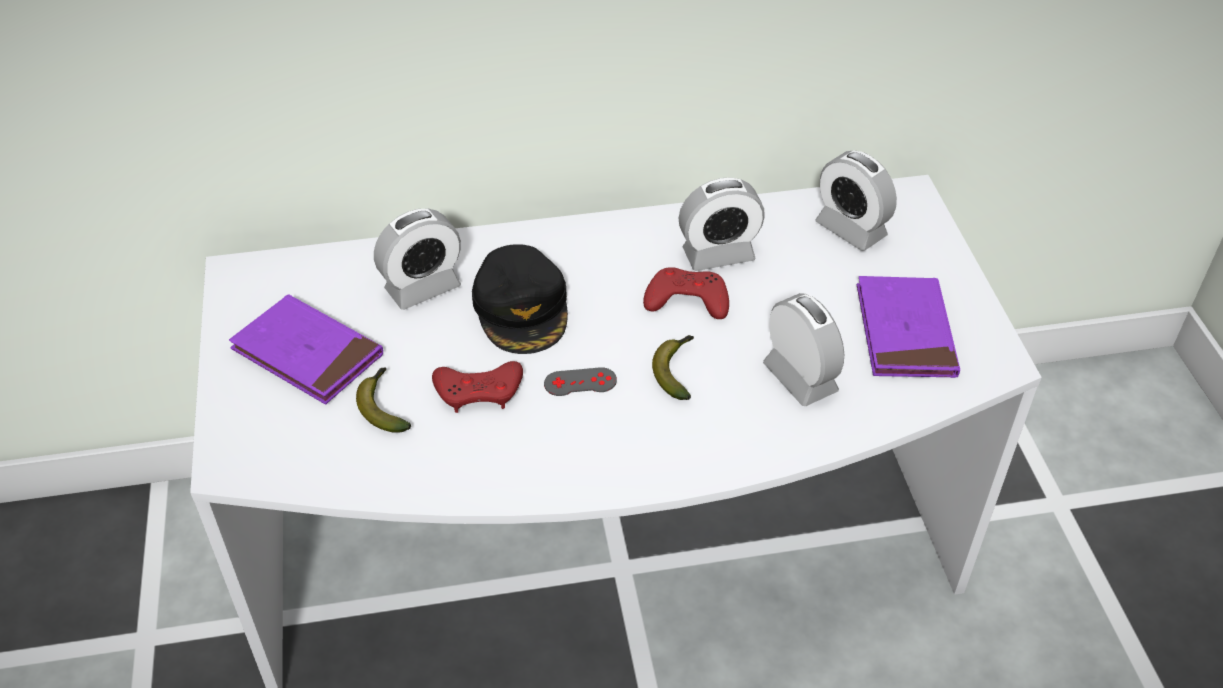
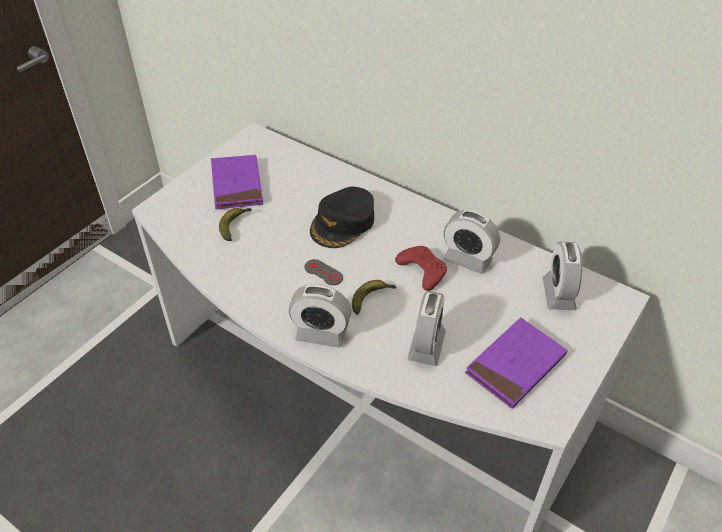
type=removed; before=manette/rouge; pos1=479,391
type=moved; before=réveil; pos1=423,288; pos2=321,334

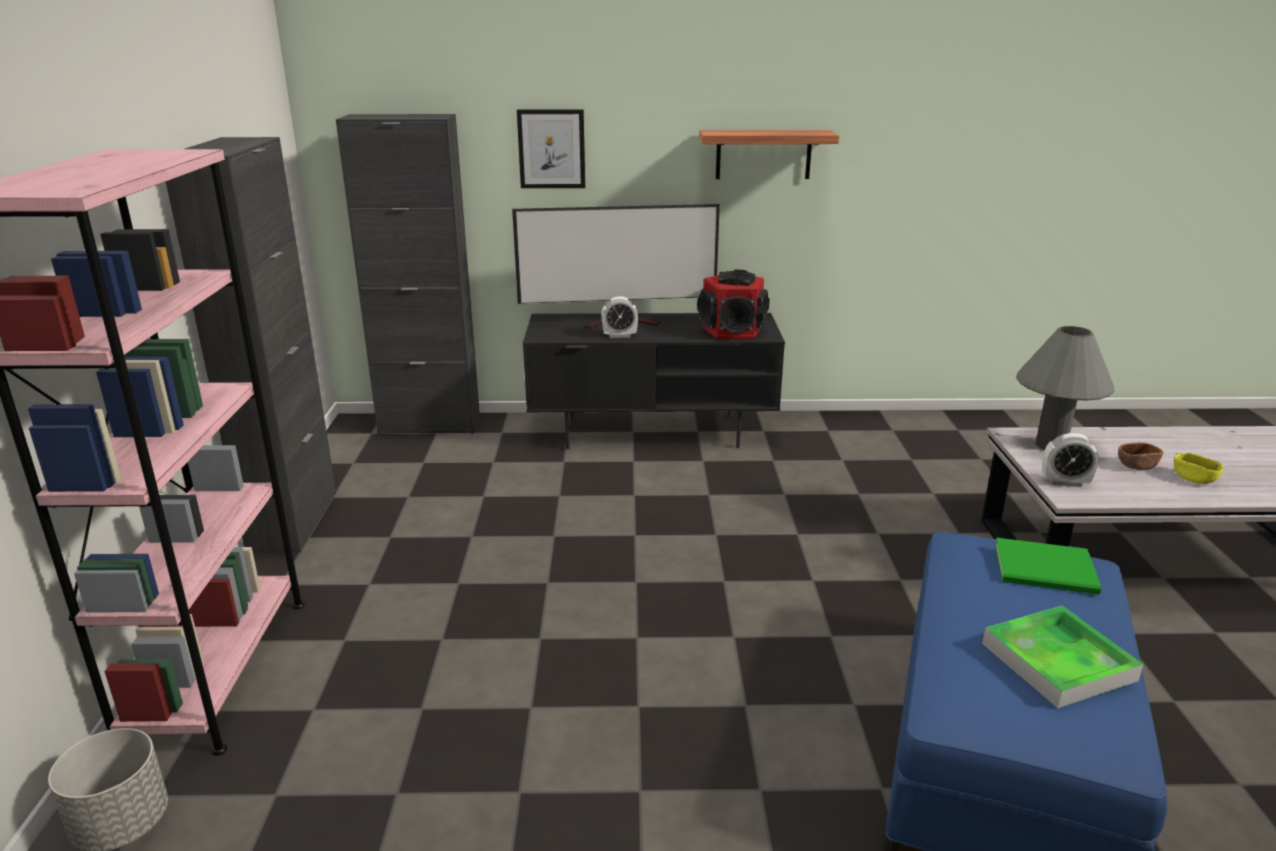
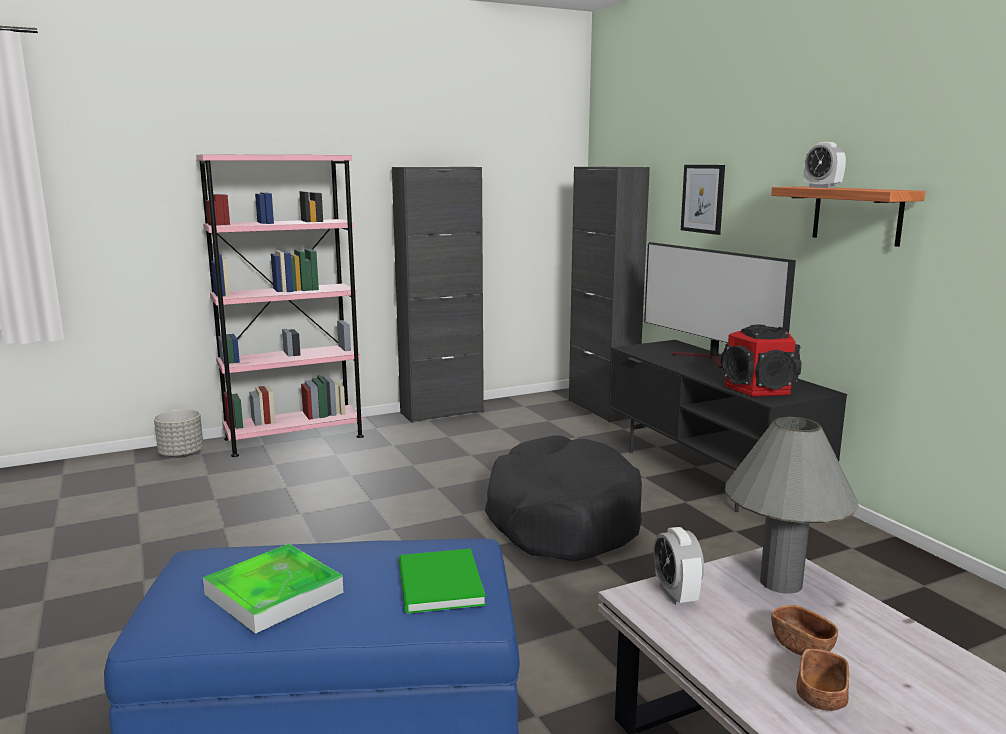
type=added; after=panier pour chien/noir; pos2=562,519
type=moved; before=réveil; pos1=619,336; pos2=822,187
type=recoloured; before=bol/jaune; after=bol/marron; pos1=1194,478; pos2=821,696

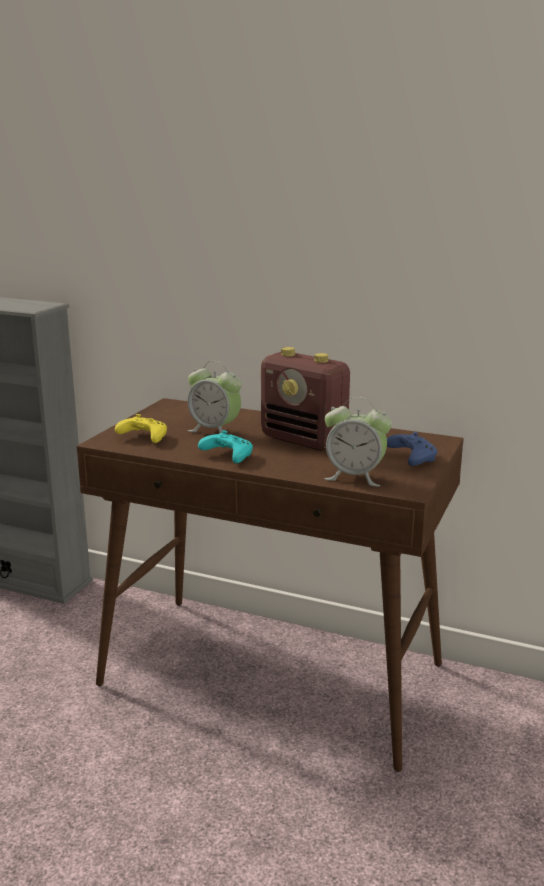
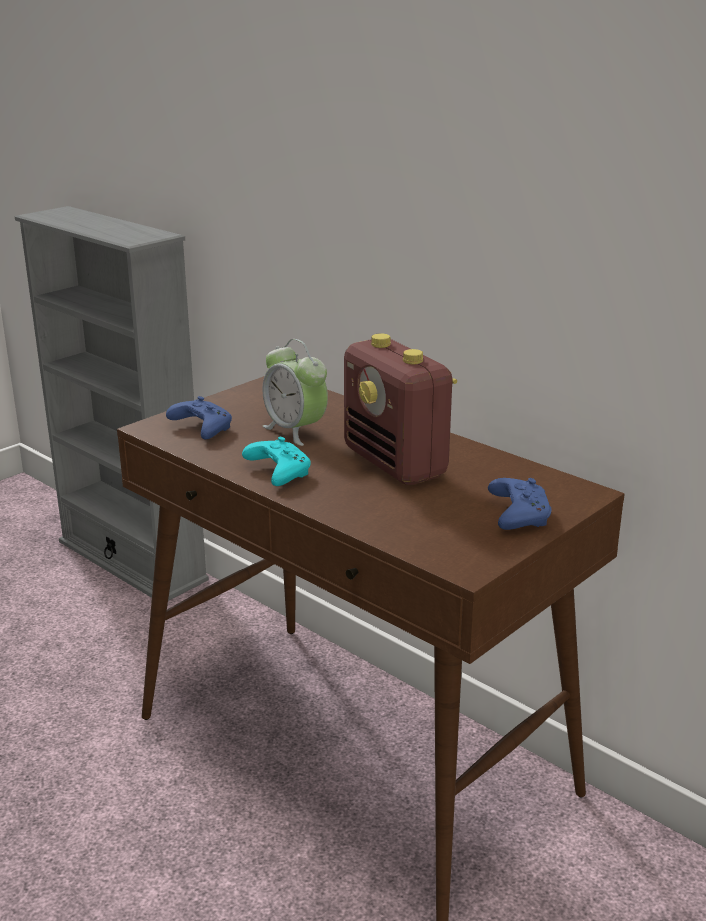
type=removed; before=réveil; pos1=355,477
type=recoloured; before=manette/jaune; after=manette/bleu; pos1=143,437; pos2=201,428

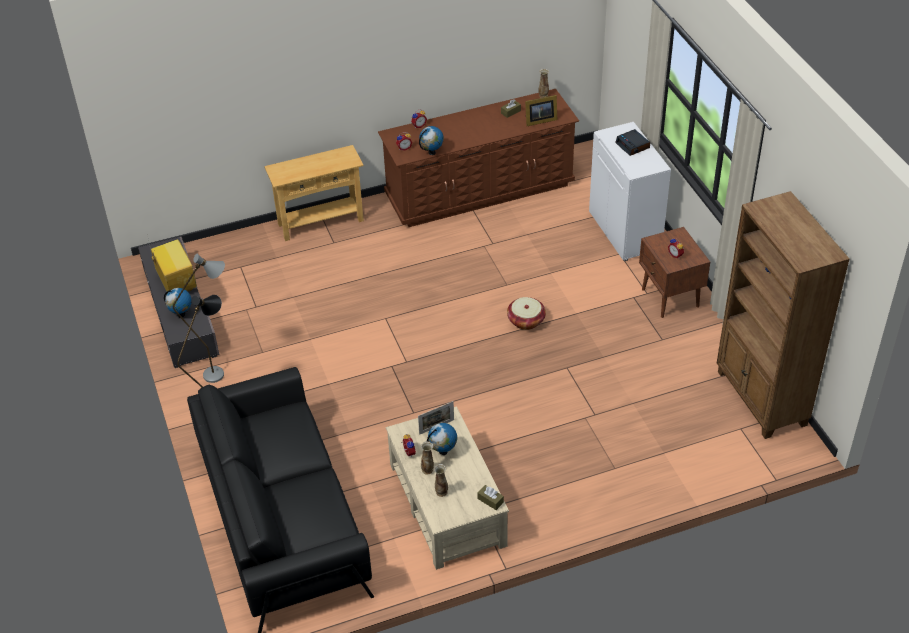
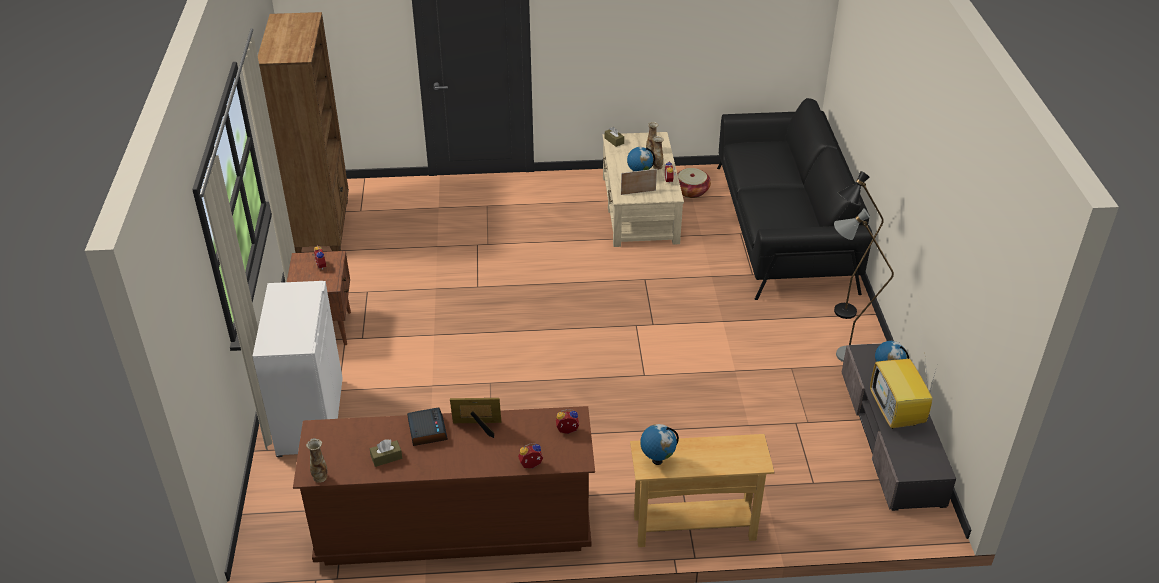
type=moved; before=globe; pos1=432,152; pos2=657,460
type=moved; before=panier; pos1=526,320; pos2=691,191
type=moved; before=cadre photo; pos1=539,120; pos2=478,427
type=moved; before=réveil; pos1=633,146; pos2=427,430

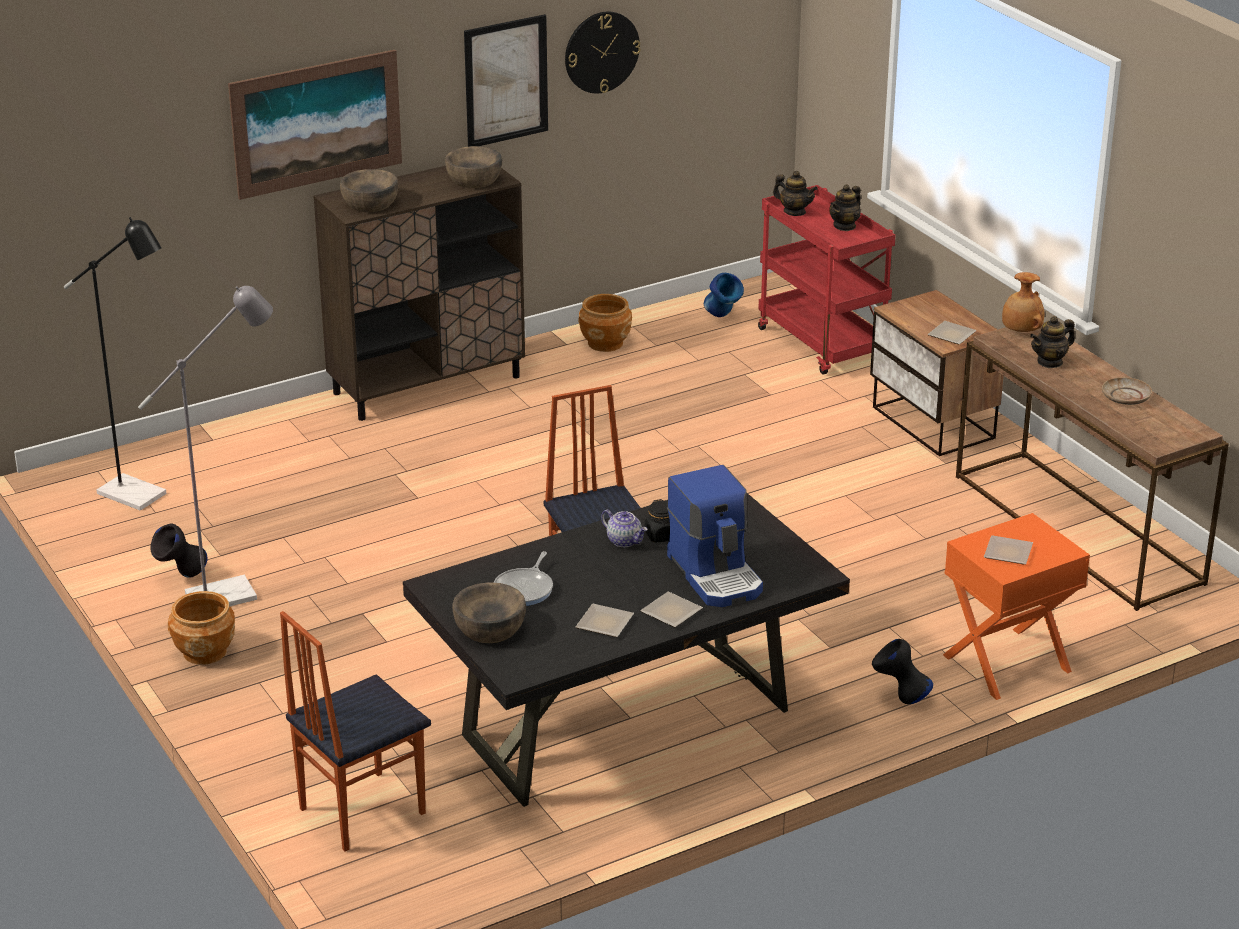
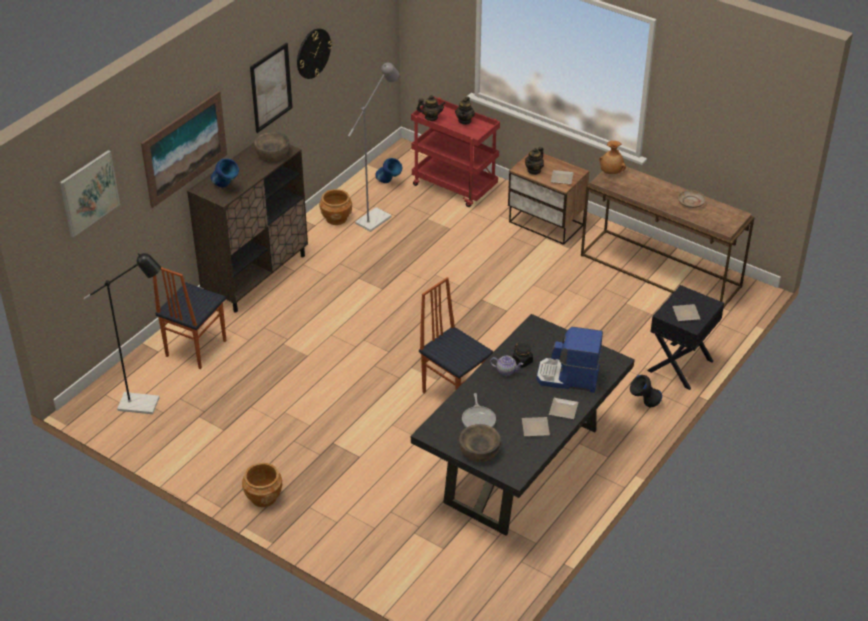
type=removed; before=vase/noir; pos1=181,577
type=added; after=tableau; pos2=89,193
type=moved; before=lampadaire/gris; pos1=233,593; pos2=377,217
type=moved; before=chaise; pos1=360,810; pos2=195,348
type=moved; before=théière; pos1=1050,362; pos2=534,170
type=replaced; before=bol/marron; after=vase/bleu; pos1=370,203; pos2=226,187
type=recoloured; before=table de chevet/orange; after=table de chevet/noir; pos1=1007,664; pos2=681,366
type=turned; before=machine à café; pos1=716,574; pos2=568,378; turn=150

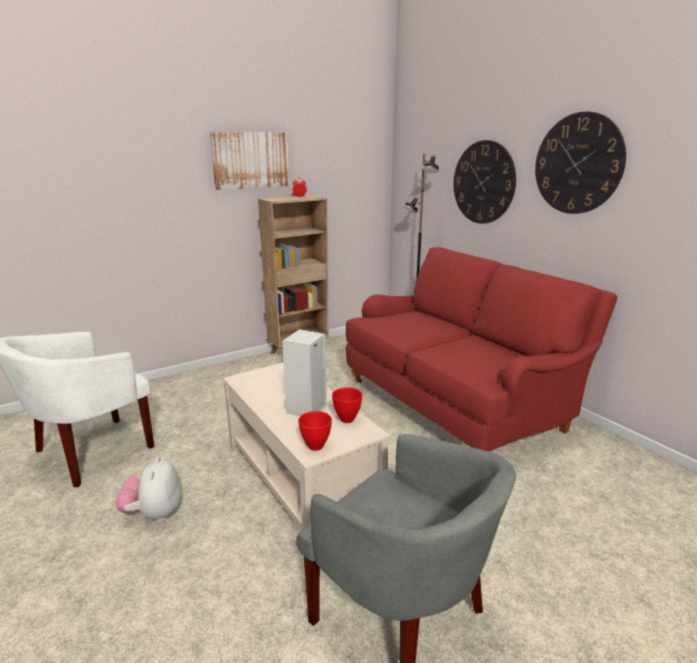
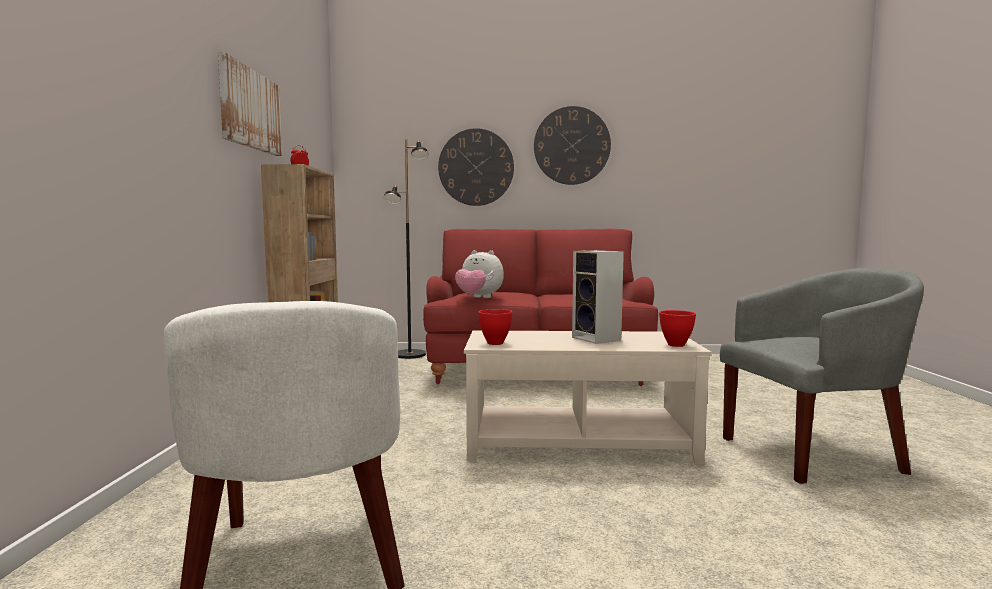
type=moved; before=peluche; pos1=154,513; pos2=479,298
type=moved; before=bol/rouge; pos1=347,419; pos2=494,343

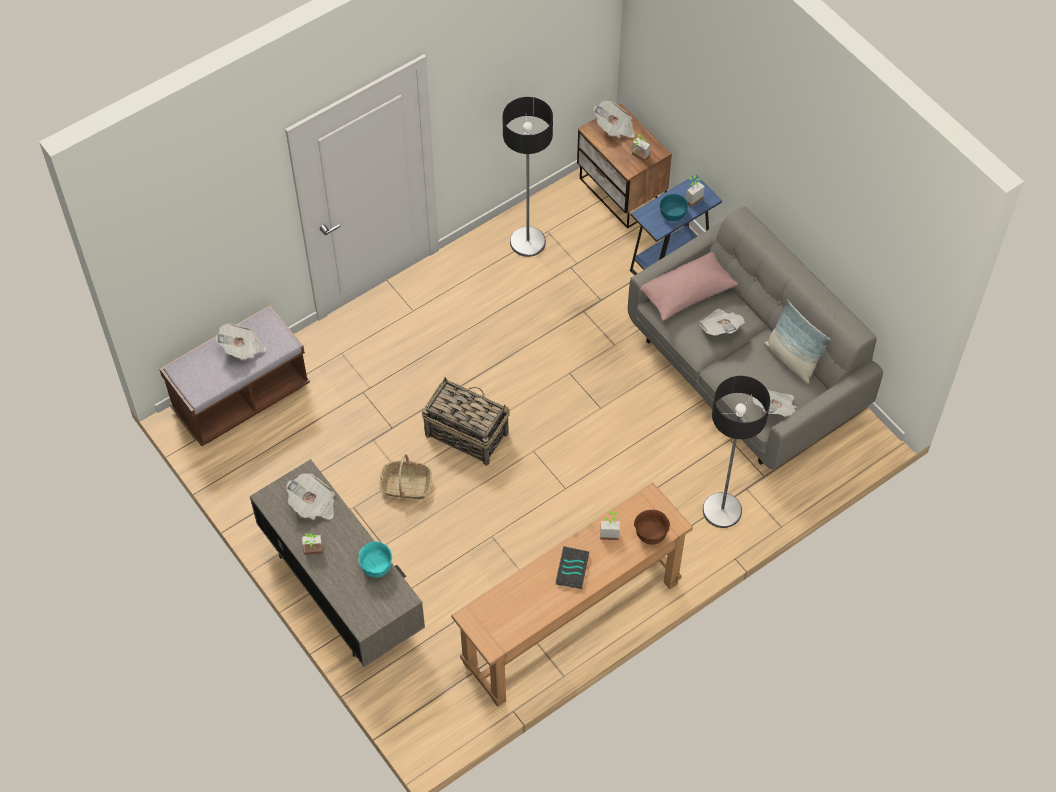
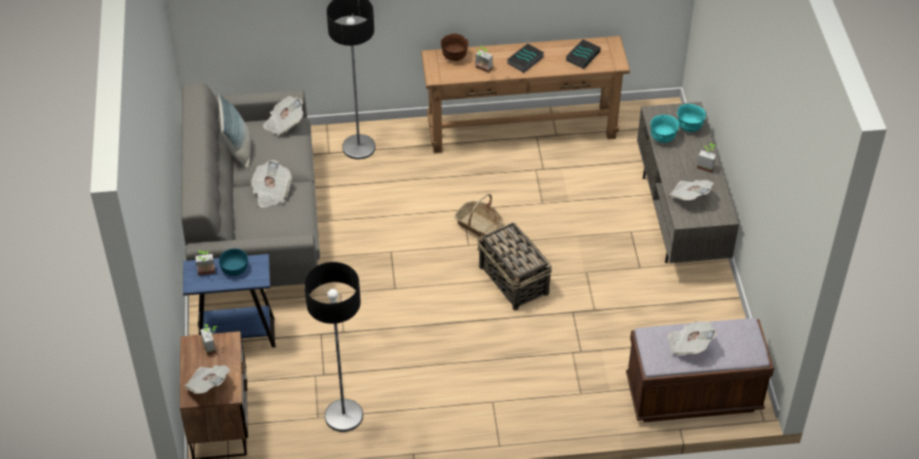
type=removed; before=coussin/rose; pos1=687,293
type=added; after=livre; pos2=582,55
type=added; after=bol/turquoise; pos2=689,127
type=moved; before=panier; pos1=406,485; pos2=478,225

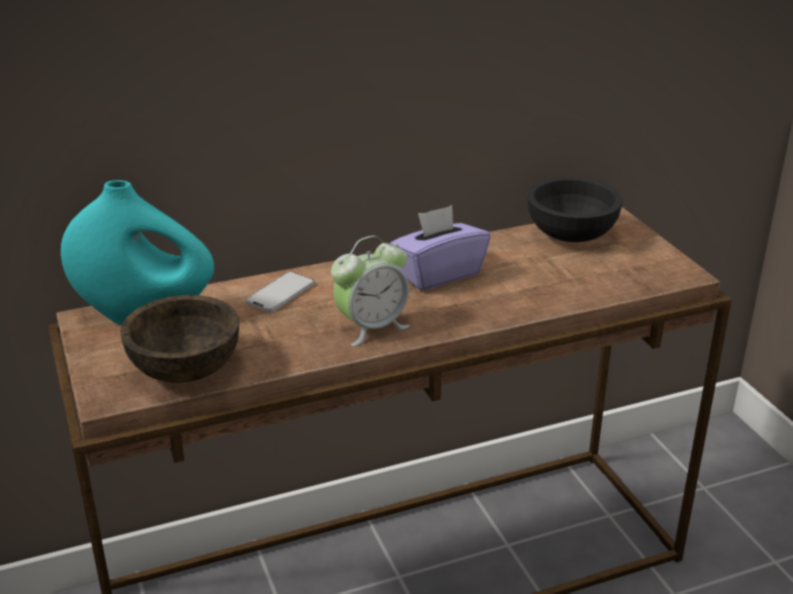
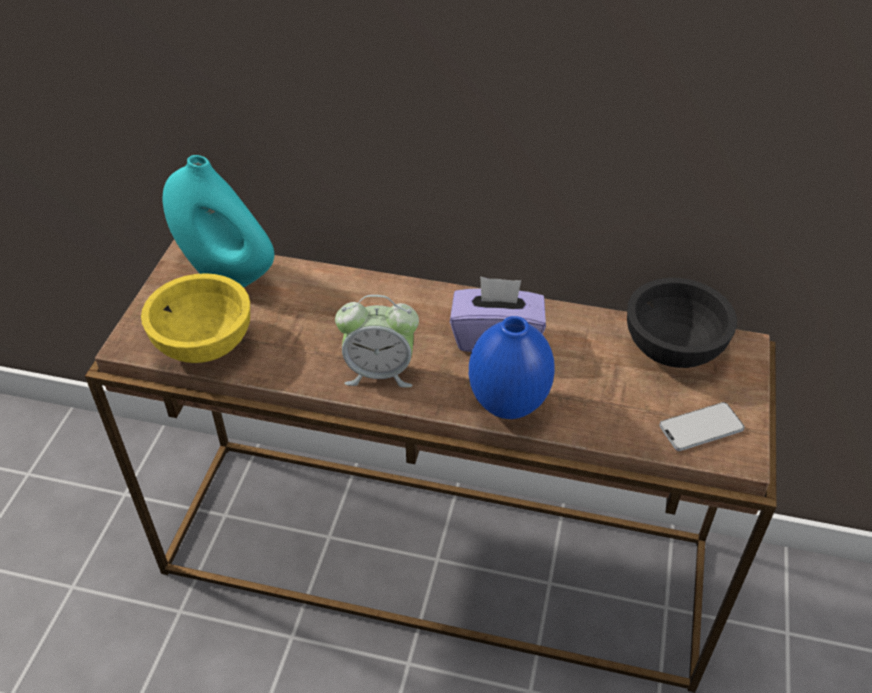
type=added; after=vase/bleu; pos2=509,404
type=moved; before=téléphone; pos1=280,293; pos2=701,428
type=recoloured; before=bol/marron; after=bol/jaune; pos1=185,368; pos2=204,342

